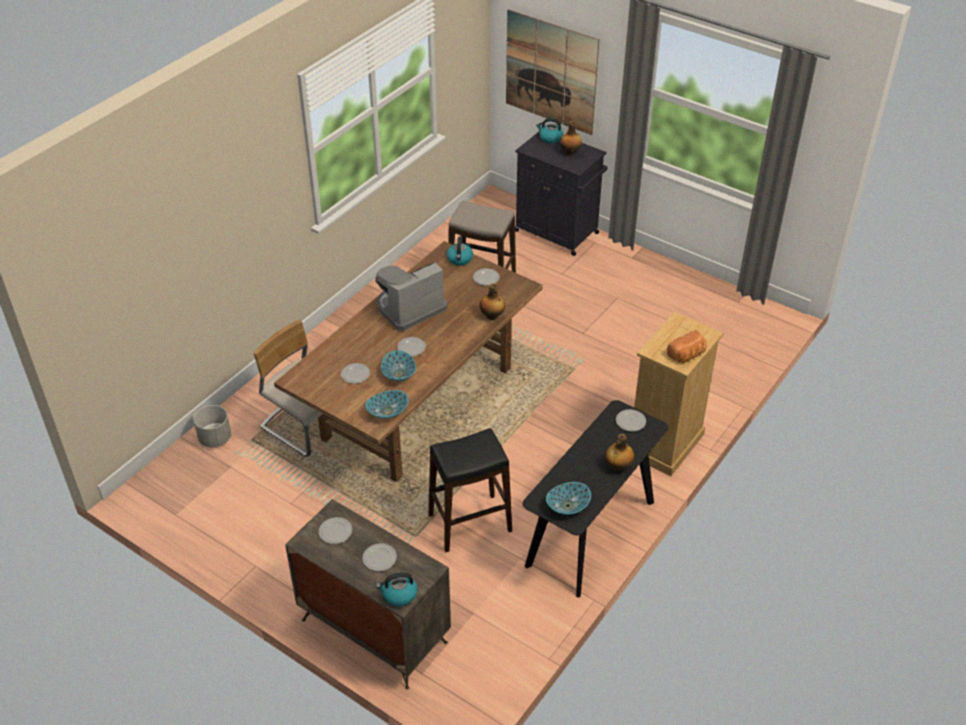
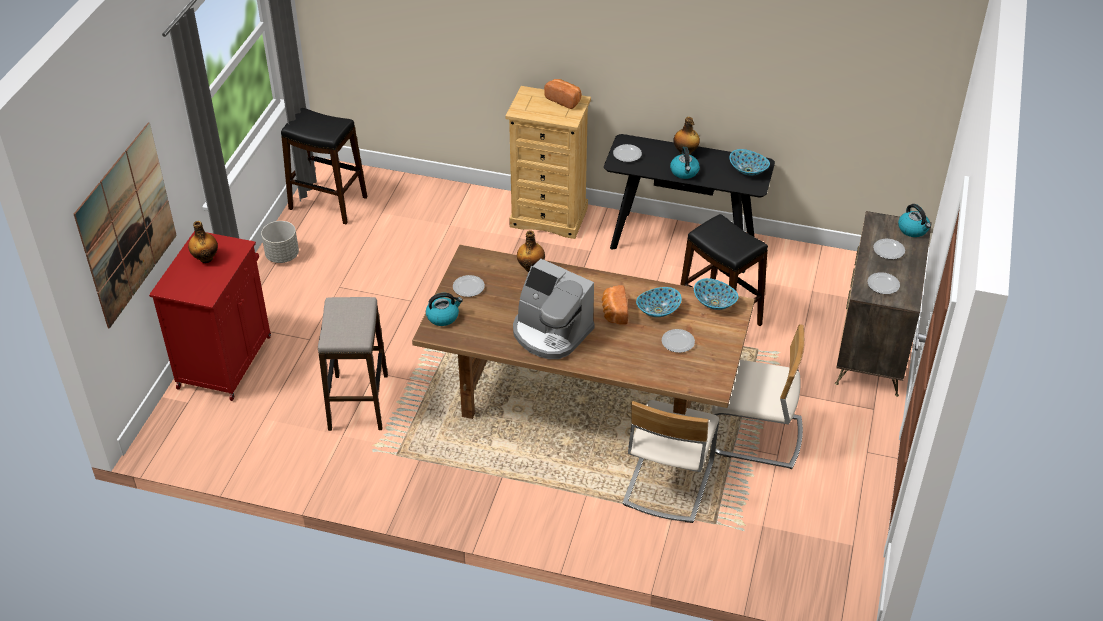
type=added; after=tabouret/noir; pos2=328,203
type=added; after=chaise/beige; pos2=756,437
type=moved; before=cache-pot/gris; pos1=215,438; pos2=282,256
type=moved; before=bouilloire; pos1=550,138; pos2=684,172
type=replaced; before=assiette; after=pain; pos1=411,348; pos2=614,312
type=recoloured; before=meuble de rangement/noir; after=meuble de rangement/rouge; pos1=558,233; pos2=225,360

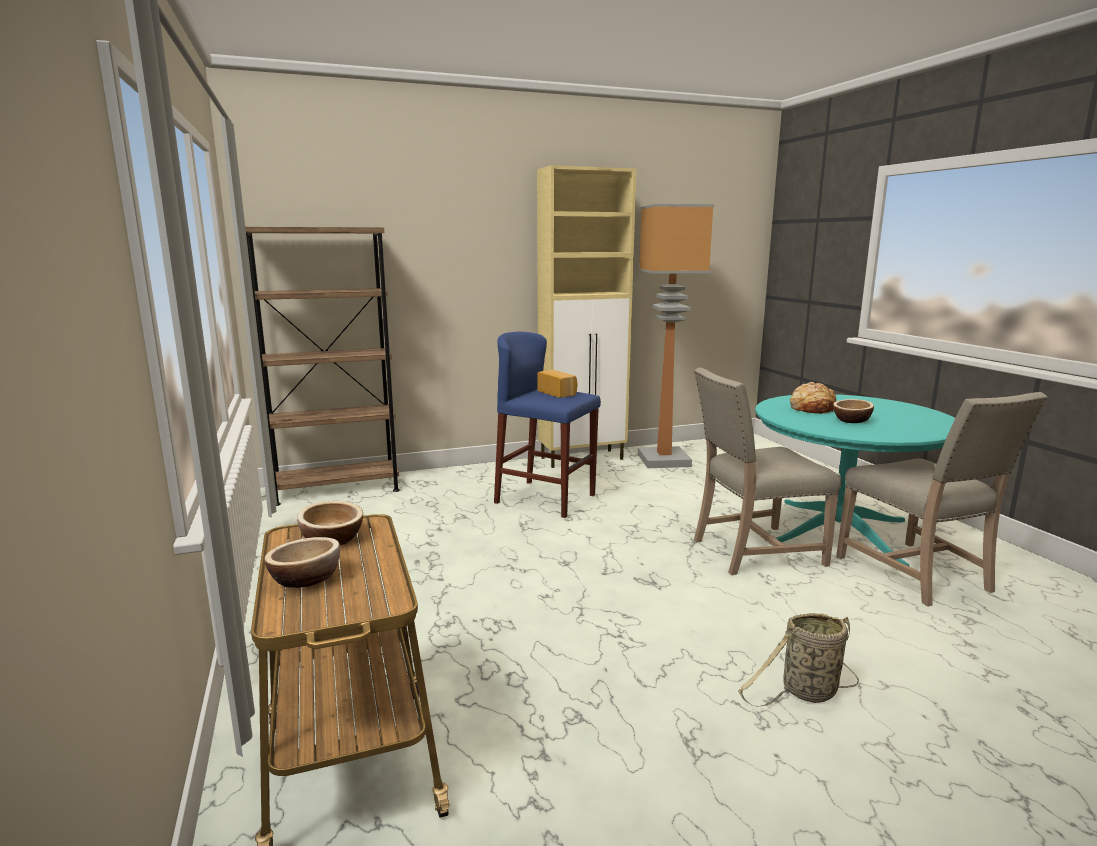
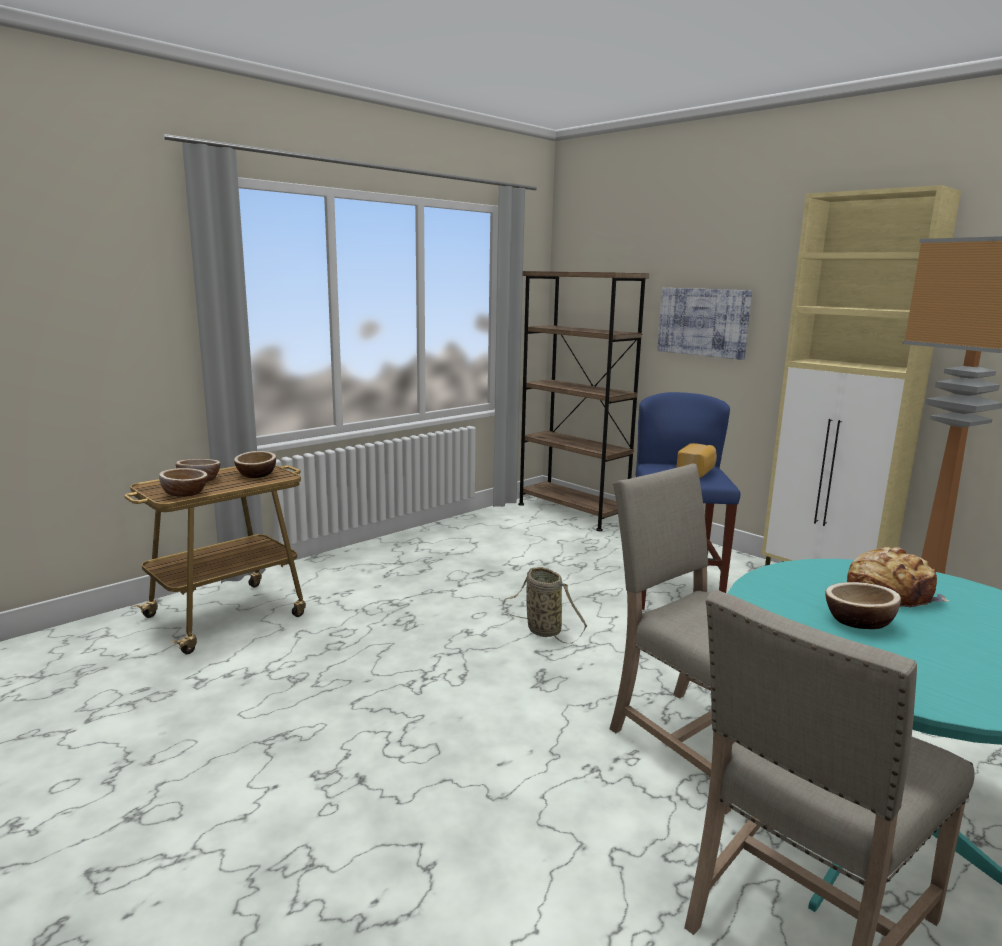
type=added; after=bol; pos2=184,493
type=added; after=tableau; pos2=703,322
type=moved; before=panier; pos1=805,693; pos2=541,629

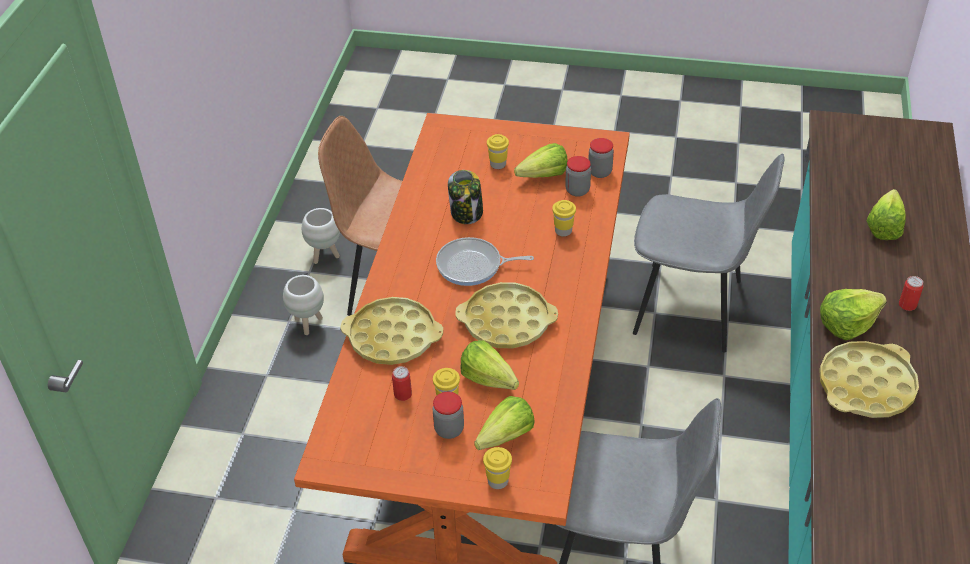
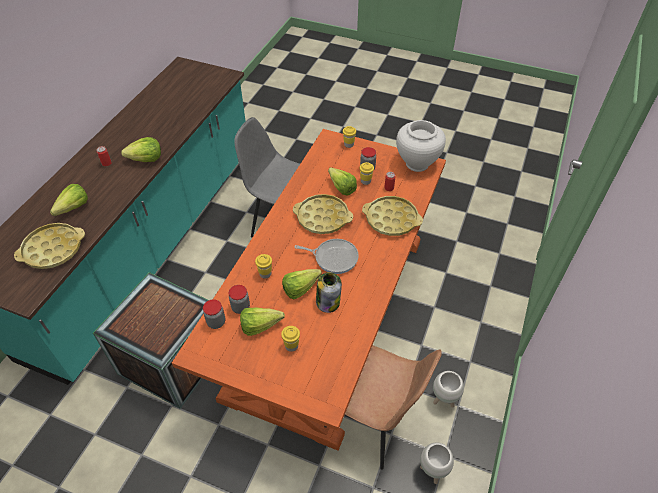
type=added; after=vase/blanc; pos2=417,163
type=moved; before=laitue; pos1=500,439; pos2=304,288
type=moved; before=plateau/jaune; pos1=866,386; pos2=53,249
type=replaced; before=chaise/gris; after=caisse; pos1=691,308; pos2=172,359

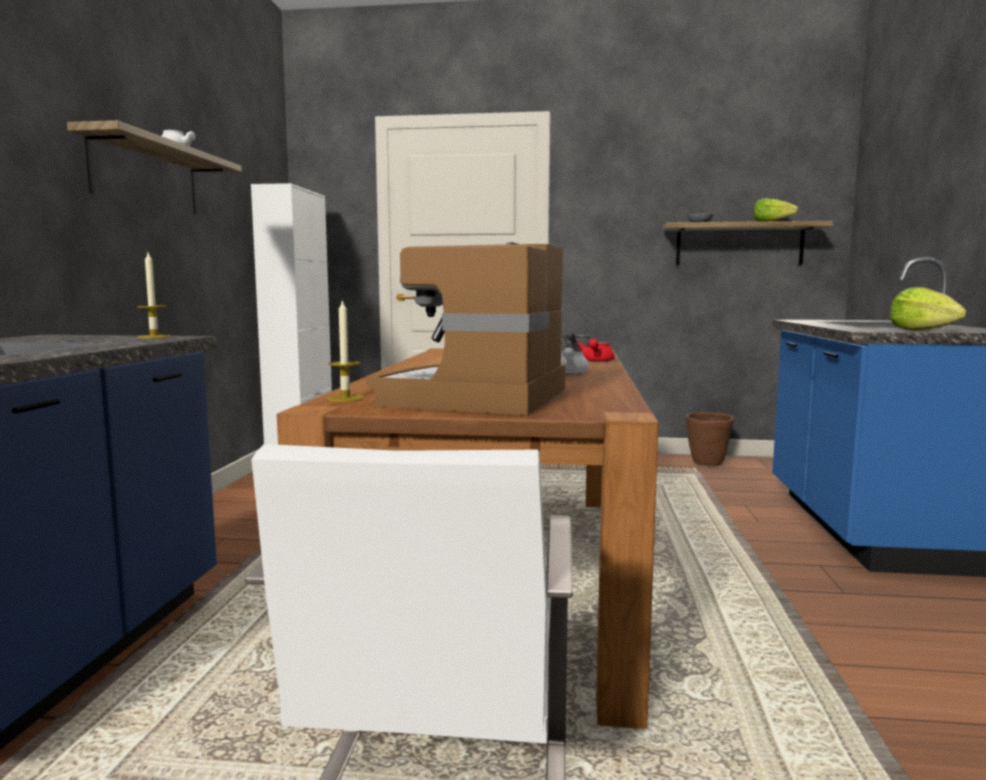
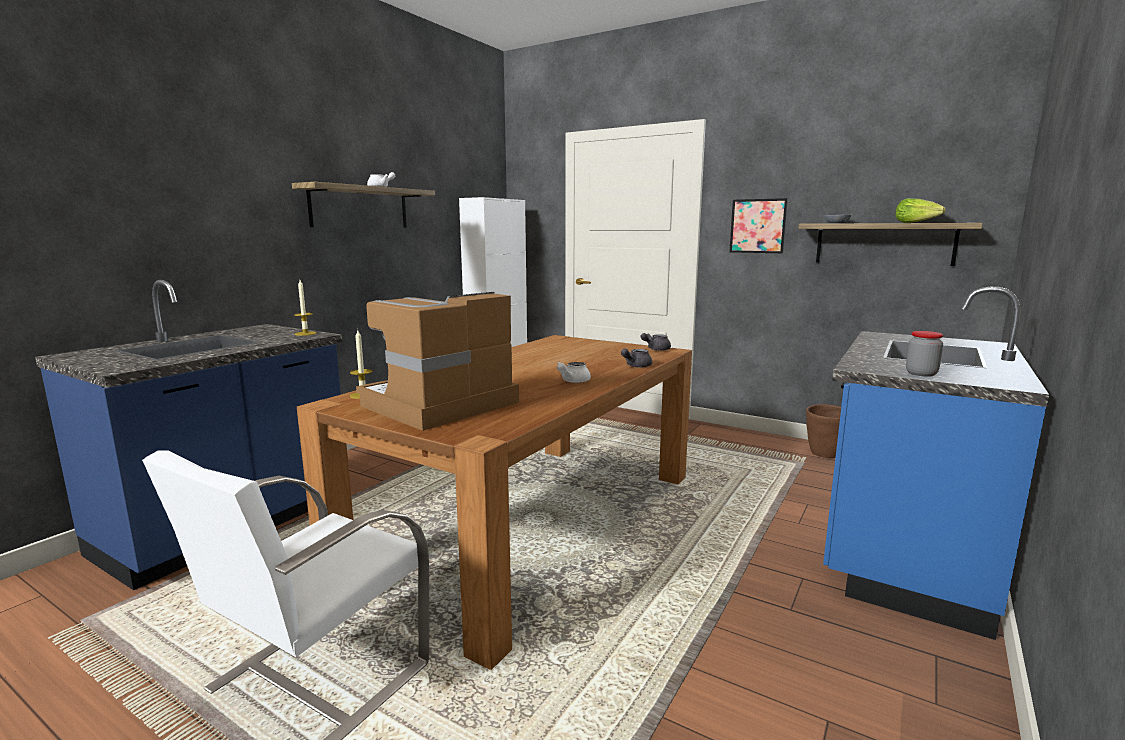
type=added; after=tableau; pos2=757,226
type=replaced; before=laitue; after=bocal; pos1=922,330; pos2=921,374
type=recoloured; before=théière/rouge; after=théière/gris; pos1=597,361; pos2=635,366

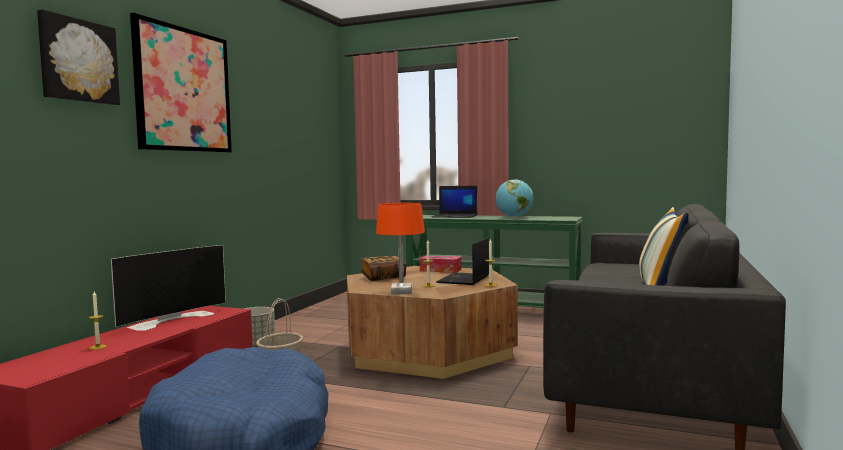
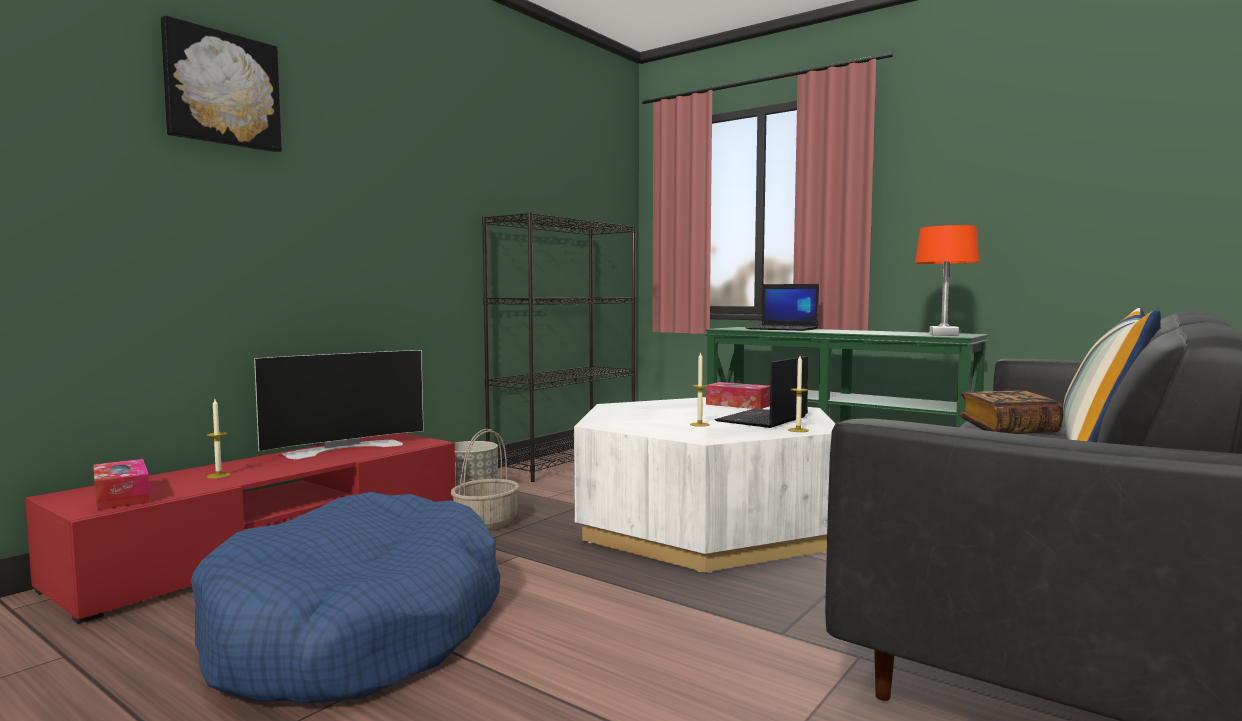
type=removed; before=tableau; pos1=184,90
type=removed; before=globe; pos1=514,217
type=added; after=boîte à mouchoirs; pos2=121,496
type=added; after=bibliothèque/noir; pos2=565,461
type=moved; before=livre; pos1=383,277; pos2=1008,430
type=moved; before=lampe de table/orange; pos1=401,292; pos2=943,335
type=recoloured; before=table basse/marron; after=table basse/blanc; pos1=428,350; pos2=705,524

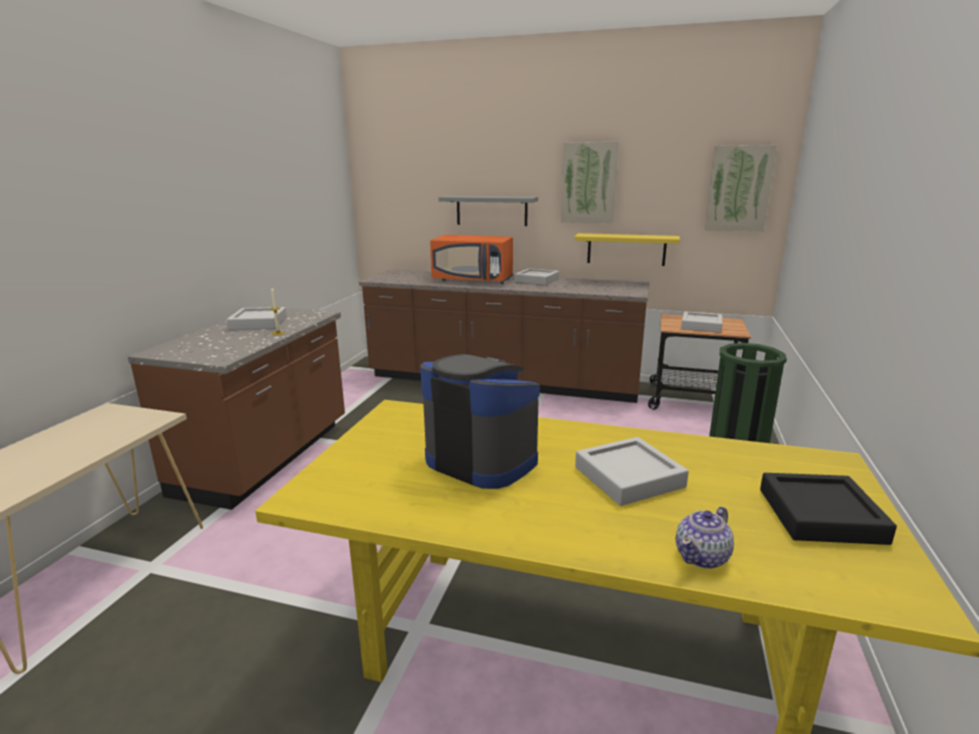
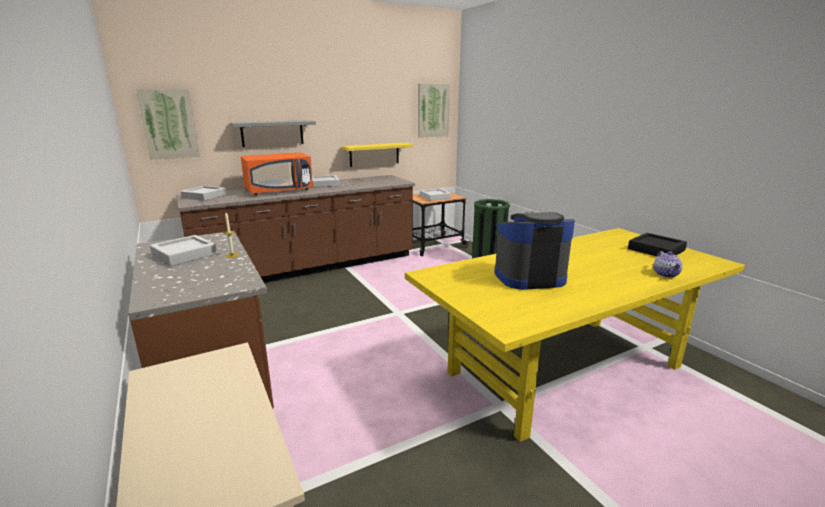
type=moved; before=tableau; pos1=588,183; pos2=169,124
type=moved; before=plateau/gris; pos1=629,477; pos2=204,196

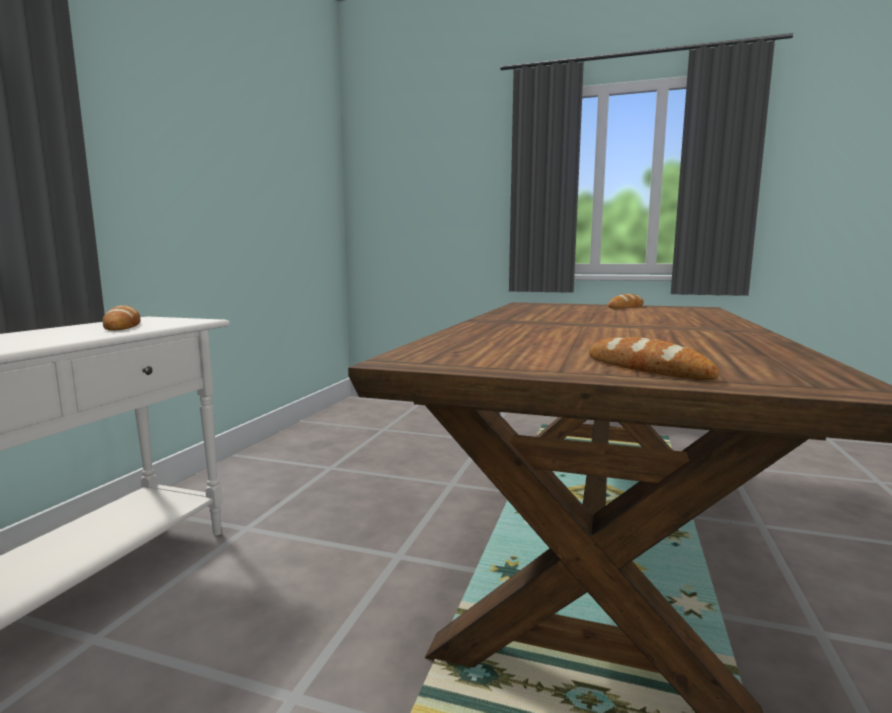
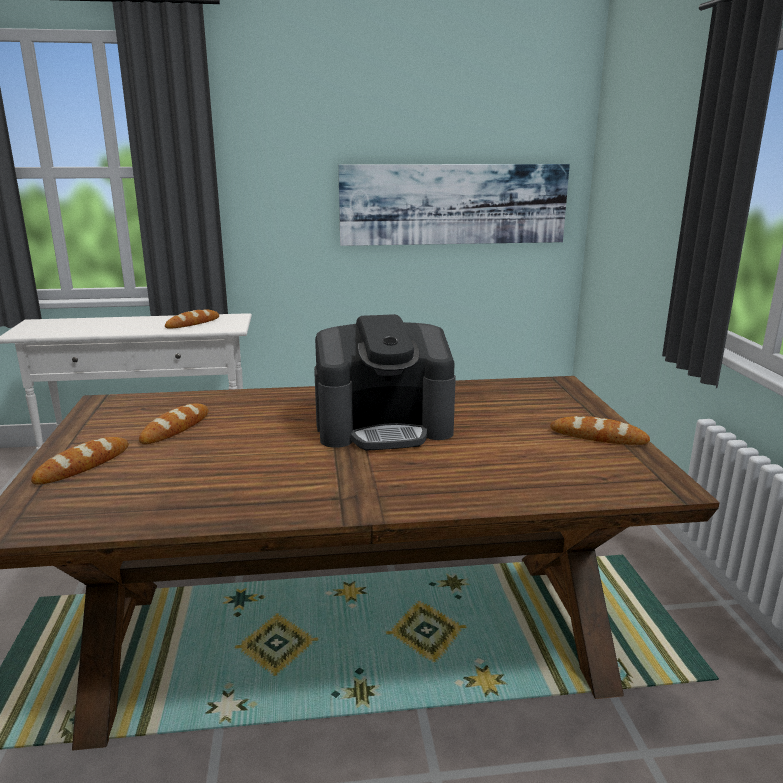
type=added; after=pain; pos2=176,428
type=added; after=machine à café; pos2=384,427
type=added; after=tableau; pos2=454,204

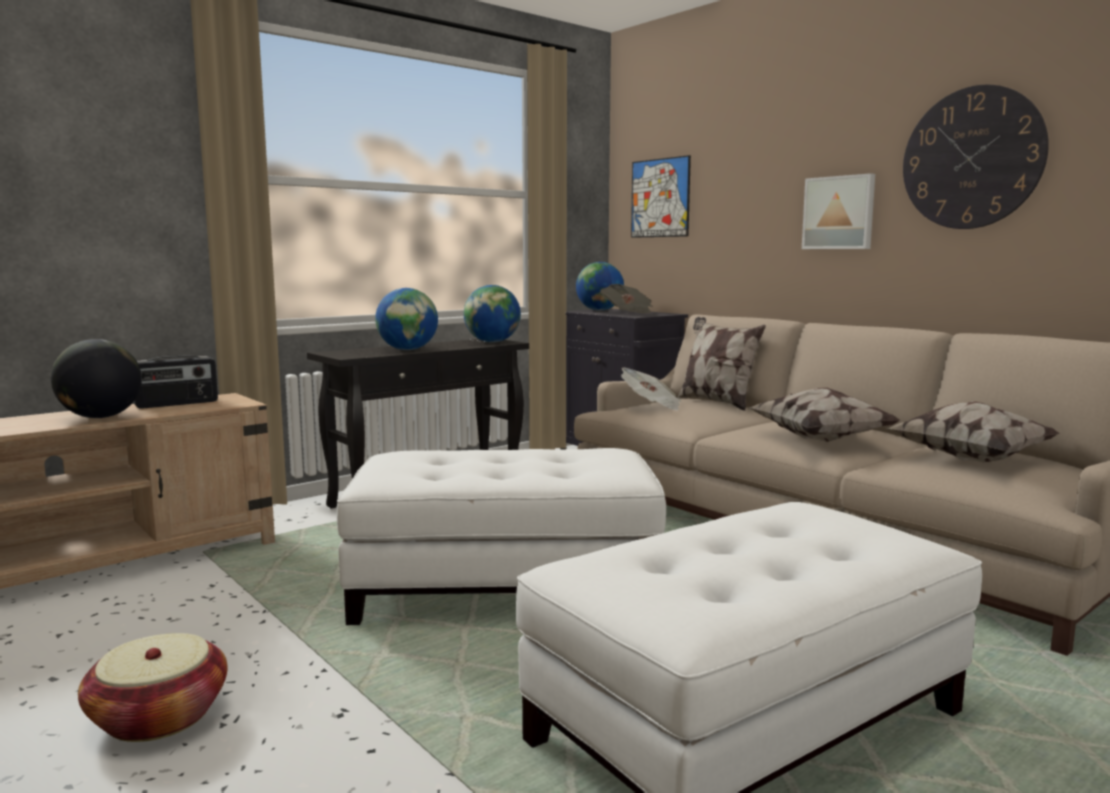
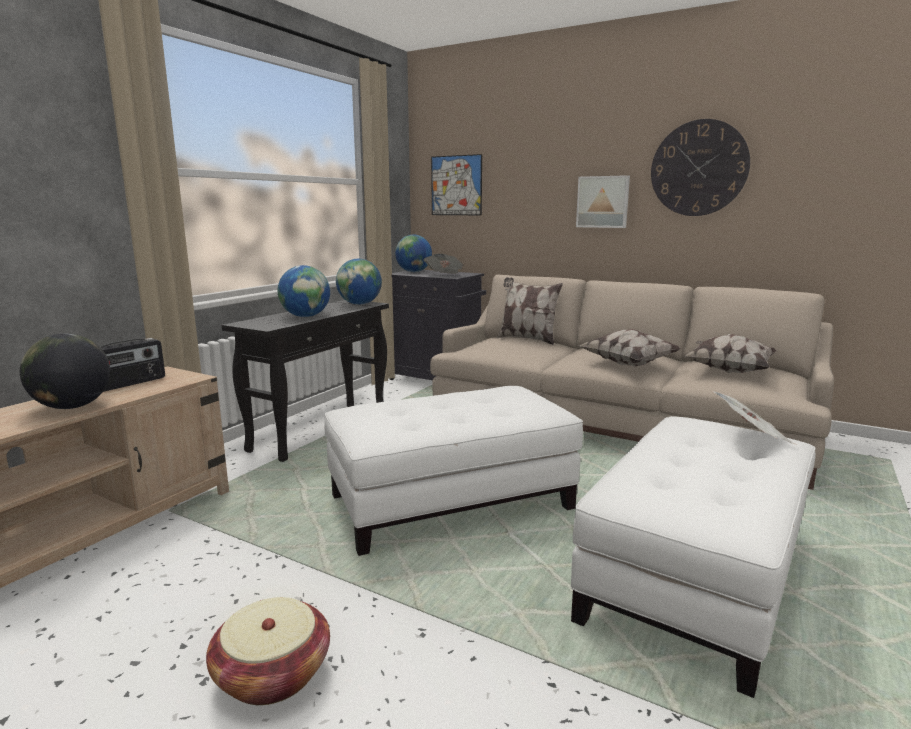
type=moved; before=journal; pos1=651,406; pos2=751,437

